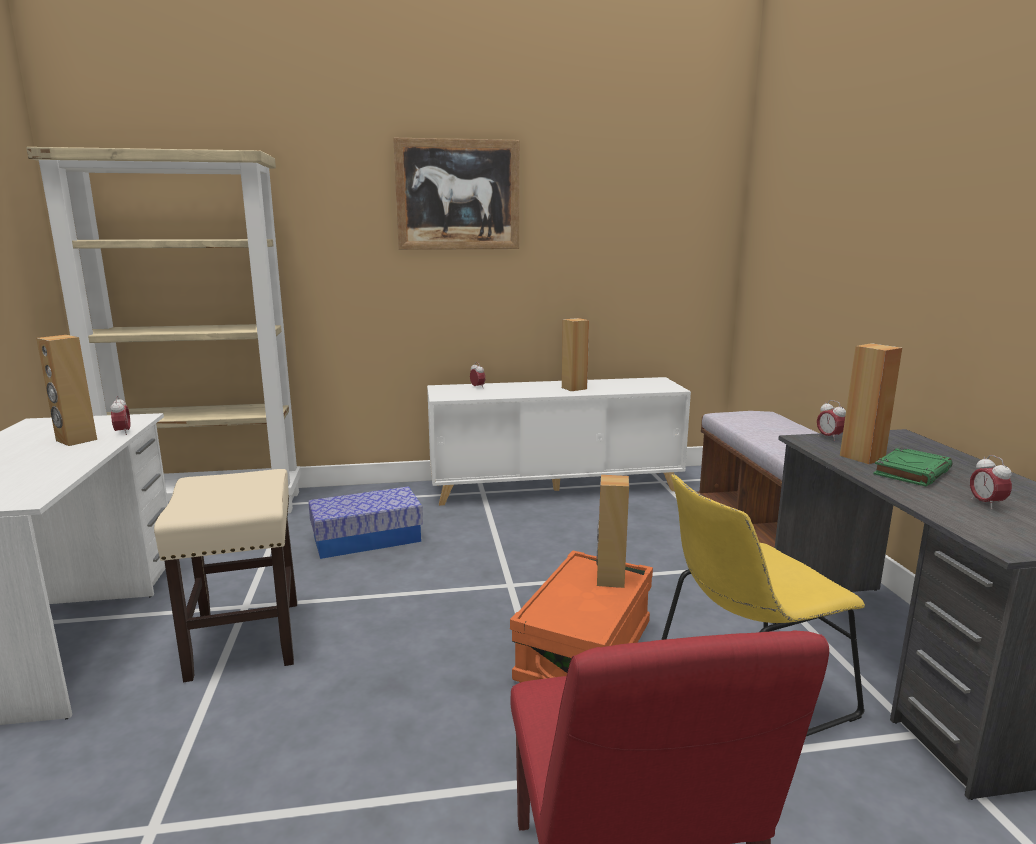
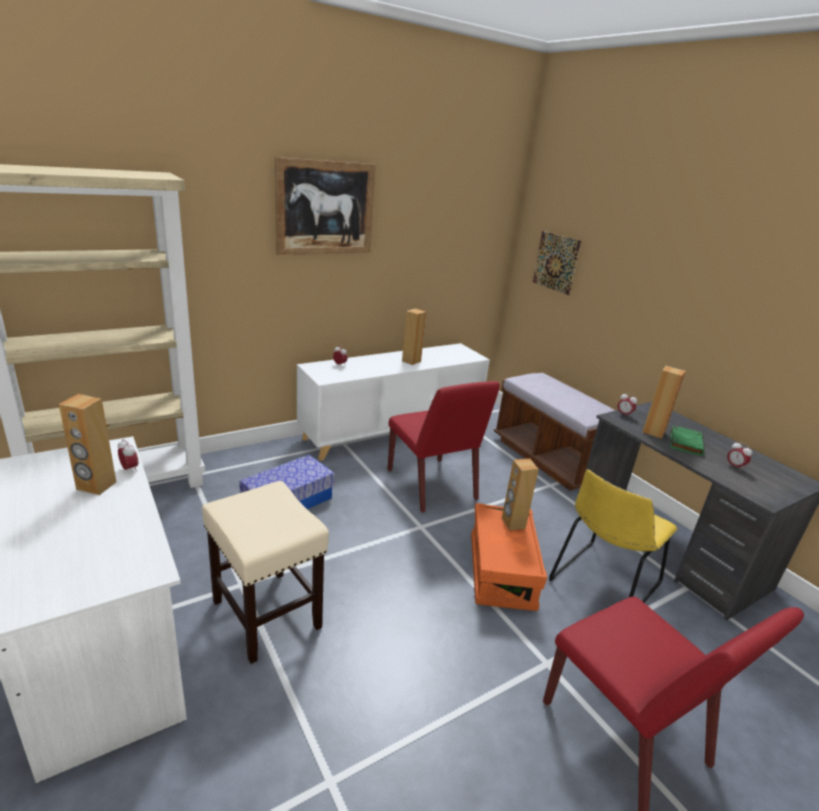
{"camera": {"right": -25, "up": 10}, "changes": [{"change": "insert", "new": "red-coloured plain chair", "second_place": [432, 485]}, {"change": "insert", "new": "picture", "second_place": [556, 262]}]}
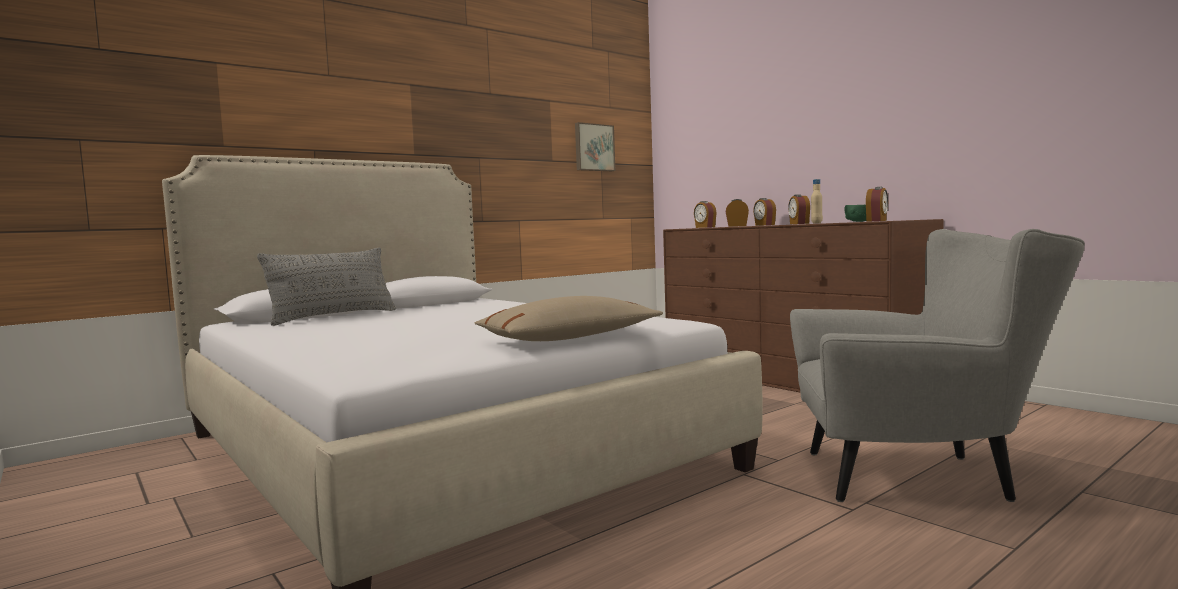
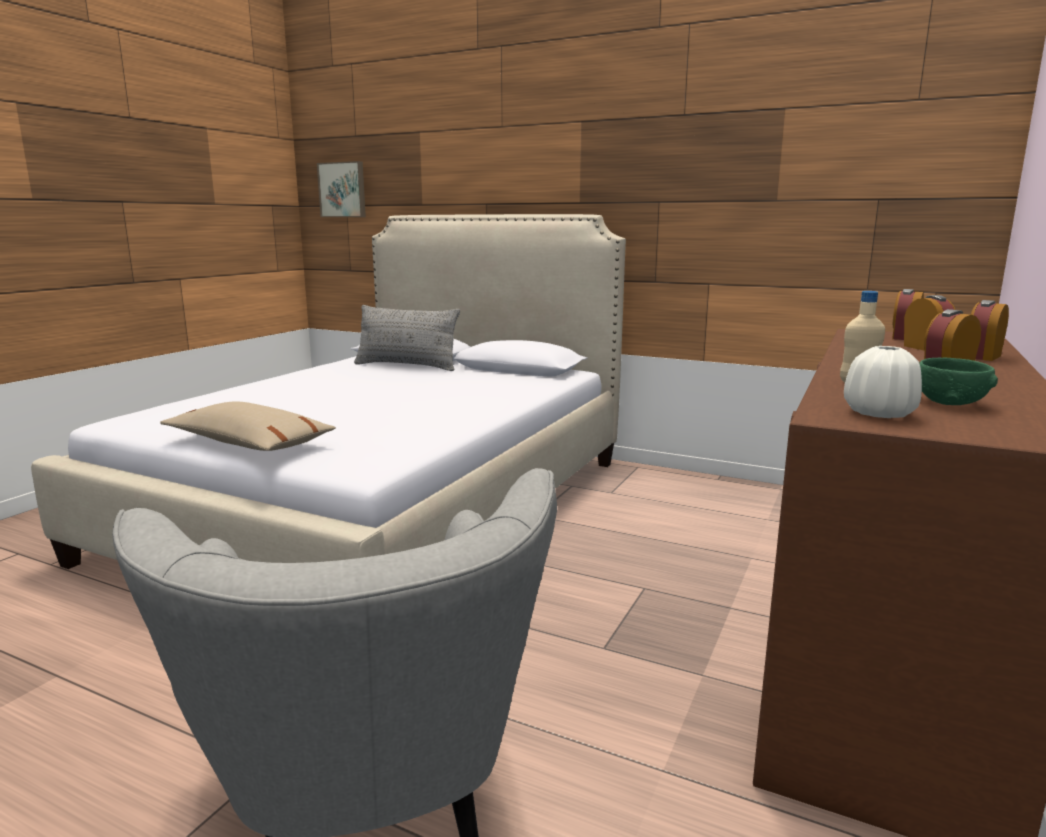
{"camera": {"right": 65, "up": 10}, "changes": [{"change": "move", "old": "picture", "first_place": [593, 147], "second_place": [343, 190]}, {"change": "replace", "old": "bedside clock", "new": "whitish decorative vase", "first_place": [877, 221], "second_place": [879, 413]}]}
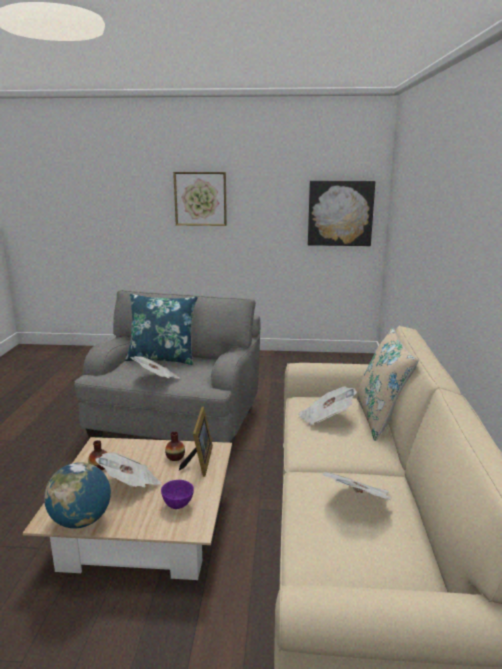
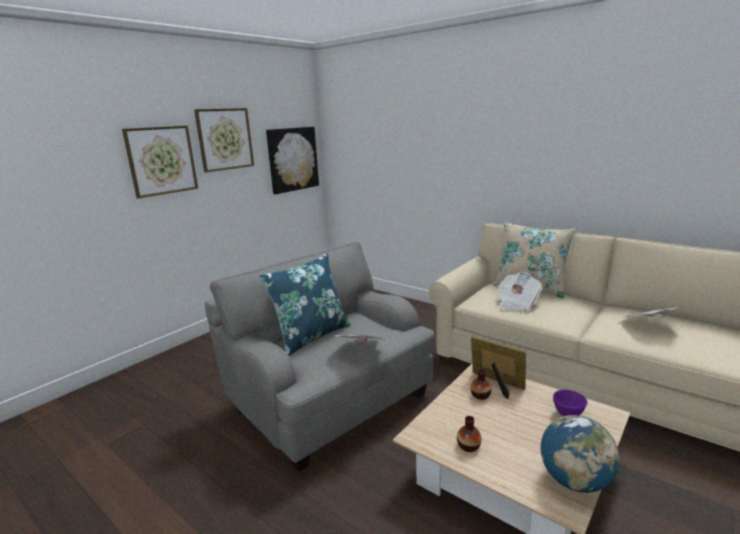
{"camera": {"right": -55, "up": 0}, "changes": [{"change": "insert", "new": "picture", "second_place": [225, 139]}, {"change": "delete", "old": "daily paper", "first_place": [130, 484]}]}
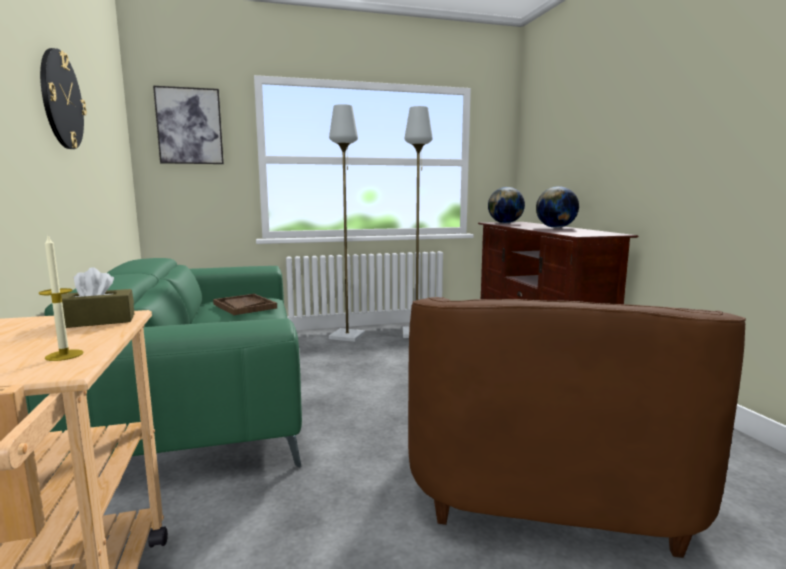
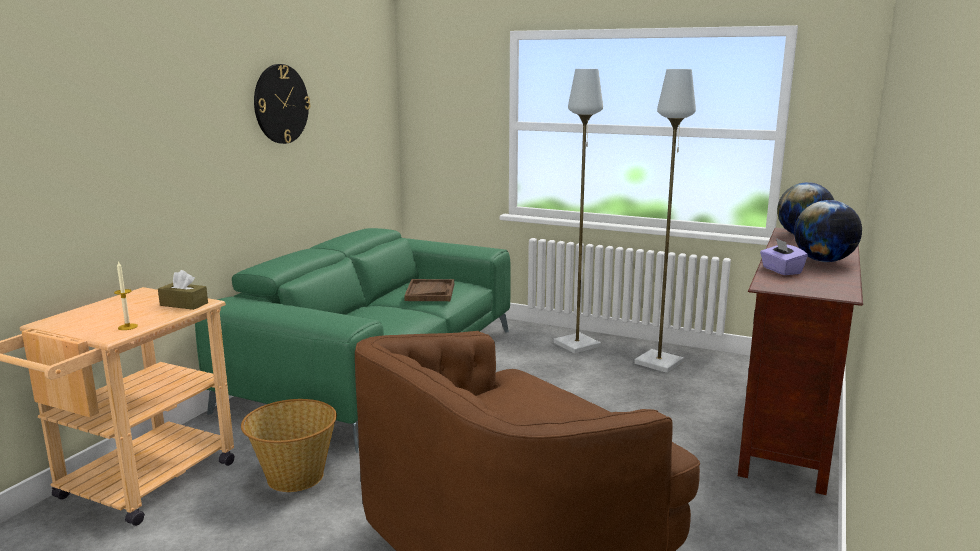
{"camera": {"right": 40, "up": 5}, "changes": [{"change": "insert", "new": "storage basket", "second_place": [294, 477]}, {"change": "insert", "new": "purple-coloured tissue box", "second_place": [781, 270]}, {"change": "delete", "old": "picture", "first_place": [189, 126]}]}
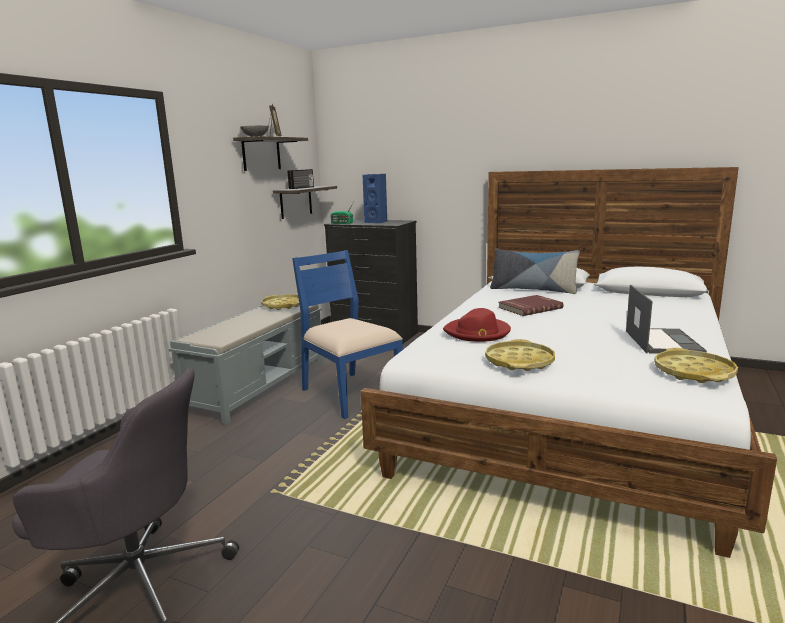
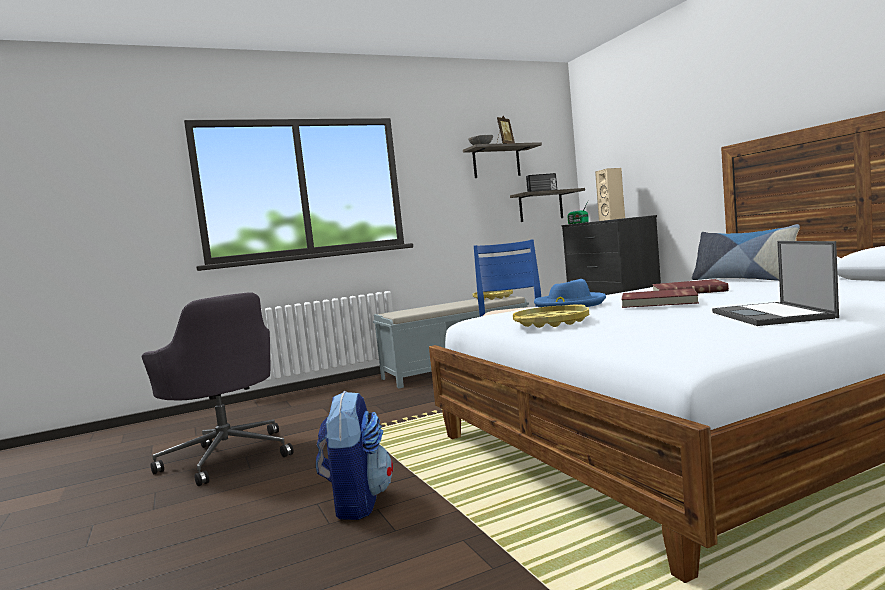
{"camera": {"right": 40, "up": -10}, "changes": [{"change": "insert", "new": "rucksack", "second_place": [357, 502]}, {"change": "recolor", "old": "red-coloured clothing hat", "new": "bluish clothing hat", "first_place": [477, 332], "second_place": [569, 304]}, {"change": "recolor", "old": "bluish loudspeaker", "new": "beige-coloured loudspeaker", "first_place": [377, 222], "second_place": [612, 219]}, {"change": "insert", "new": "red-coloured volume", "second_place": [658, 302]}, {"change": "rotate", "old": "portable computer", "first_place": [662, 341], "second_place": [772, 315], "degrees": 135}, {"change": "delete", "old": "yellow carrying tray", "first_place": [693, 372]}]}
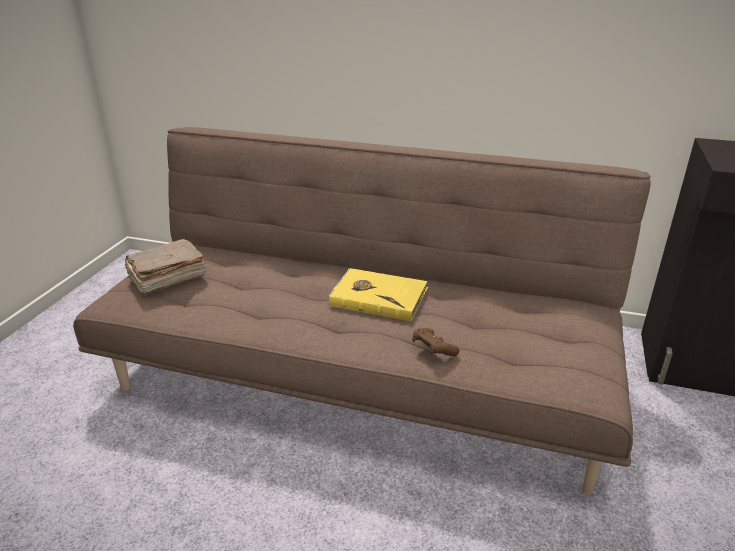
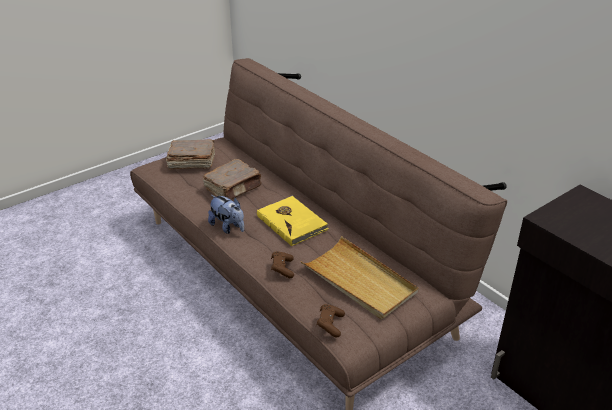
{"camera": {"right": 35, "up": 5}, "changes": [{"change": "insert", "new": "brown volume", "second_place": [233, 188]}, {"change": "insert", "new": "soft toy", "second_place": [228, 227]}, {"change": "insert", "new": "beige-coloured carrying tray", "second_place": [359, 281]}, {"change": "insert", "new": "brown gamepad", "second_place": [330, 325]}]}
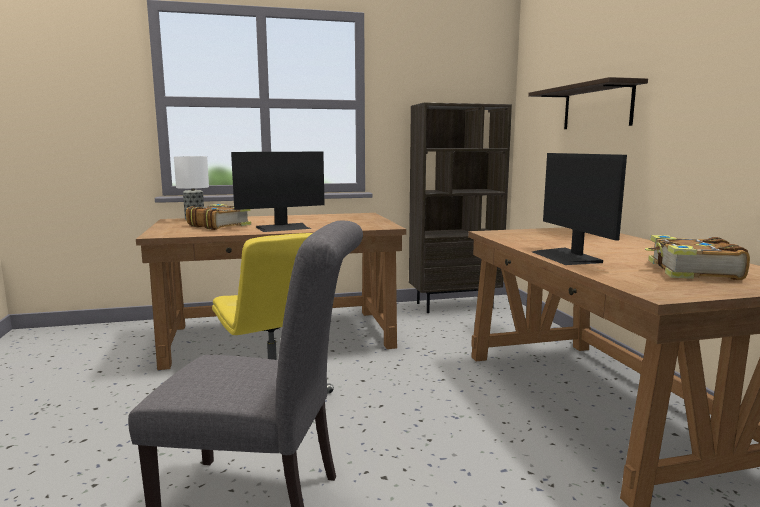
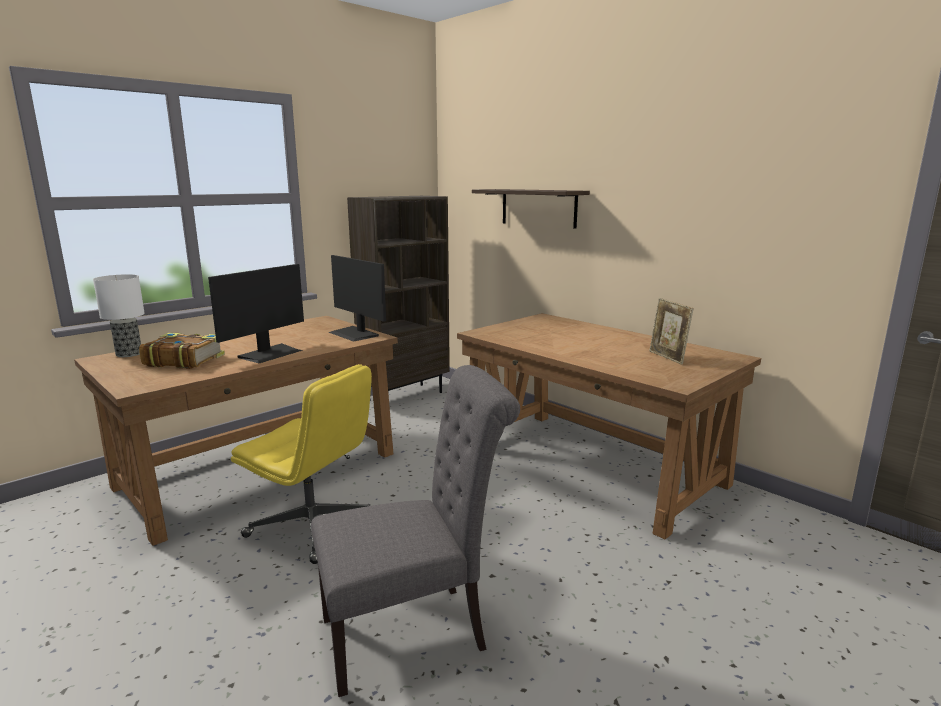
{"camera": {"right": -30, "up": 5}, "changes": [{"change": "move", "old": "computer display", "first_place": [567, 257], "second_place": [354, 334]}, {"change": "replace", "old": "volume", "new": "photo frame", "first_place": [692, 271], "second_place": [667, 357]}]}
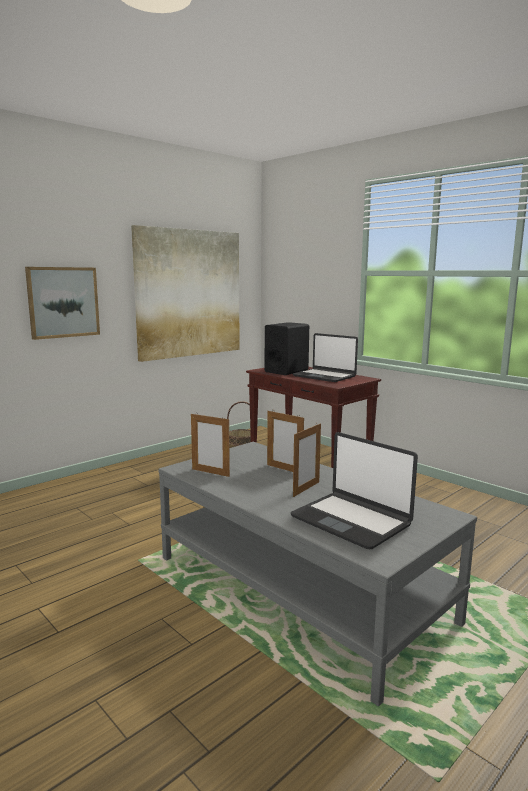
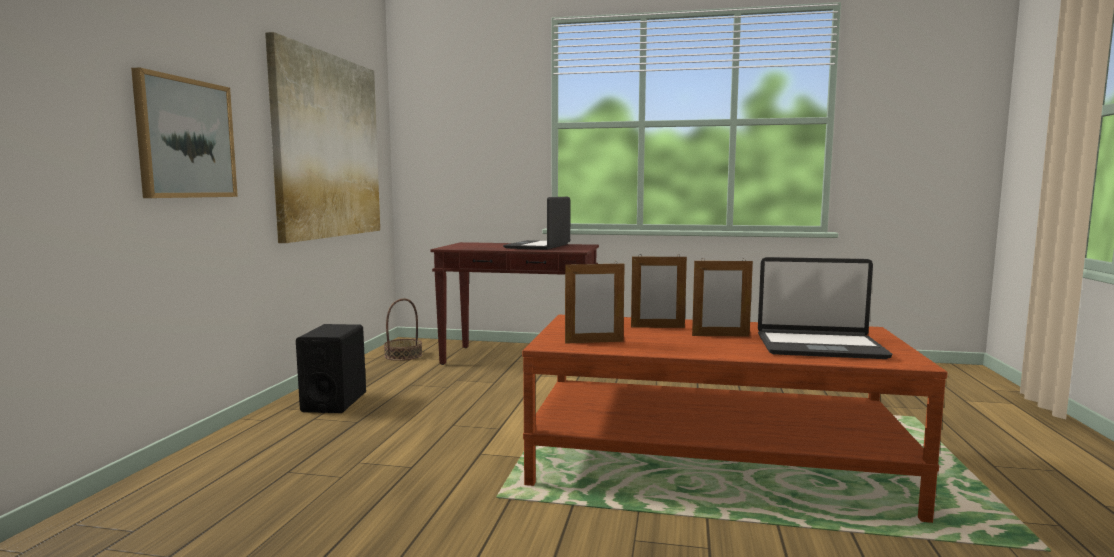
{"camera": {"right": -35, "up": -5}, "changes": [{"change": "move", "old": "black-coloured loudspeaker", "first_place": [286, 371], "second_place": [334, 402]}, {"change": "rotate", "old": "portable computer", "first_place": [324, 376], "second_place": [538, 246], "degrees": 105}, {"change": "recolor", "old": "greyish lounge table", "new": "brown lounge table", "first_place": [299, 588], "second_place": [713, 464]}, {"change": "rotate", "old": "photo frame", "first_place": [306, 489], "second_place": [720, 336], "degrees": 90}]}
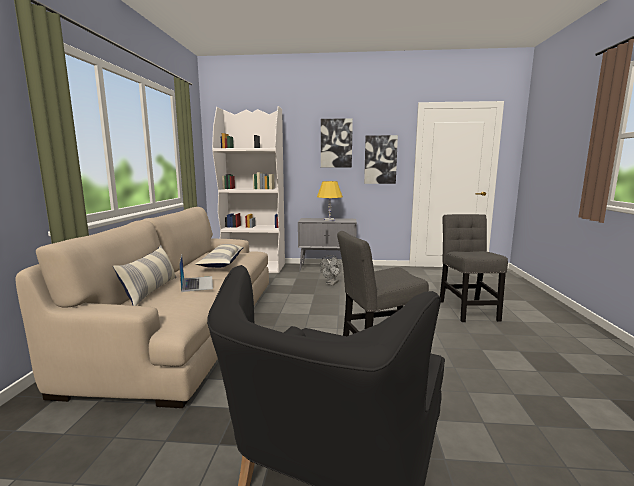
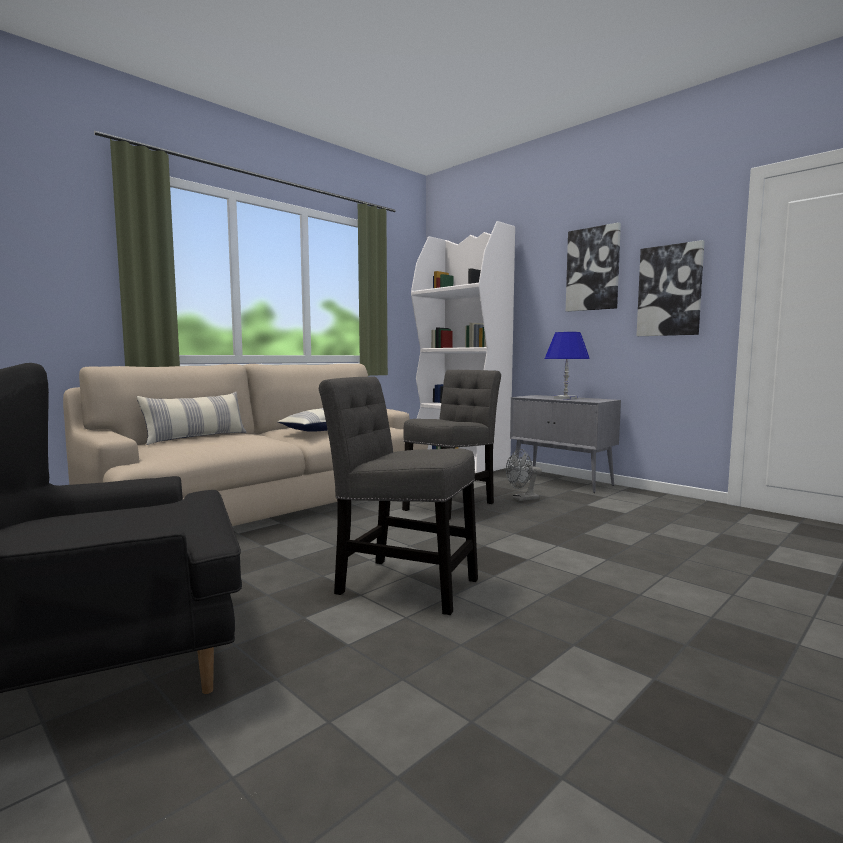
{"camera": {"right": 40, "up": -5}, "changes": [{"change": "move", "old": "greyish plain chair", "first_place": [467, 309], "second_place": [451, 505]}, {"change": "recolor", "old": "yellow table lamp", "new": "bluish table lamp", "first_place": [329, 220], "second_place": [565, 398]}, {"change": "delete", "old": "portable computer", "first_place": [197, 283]}]}
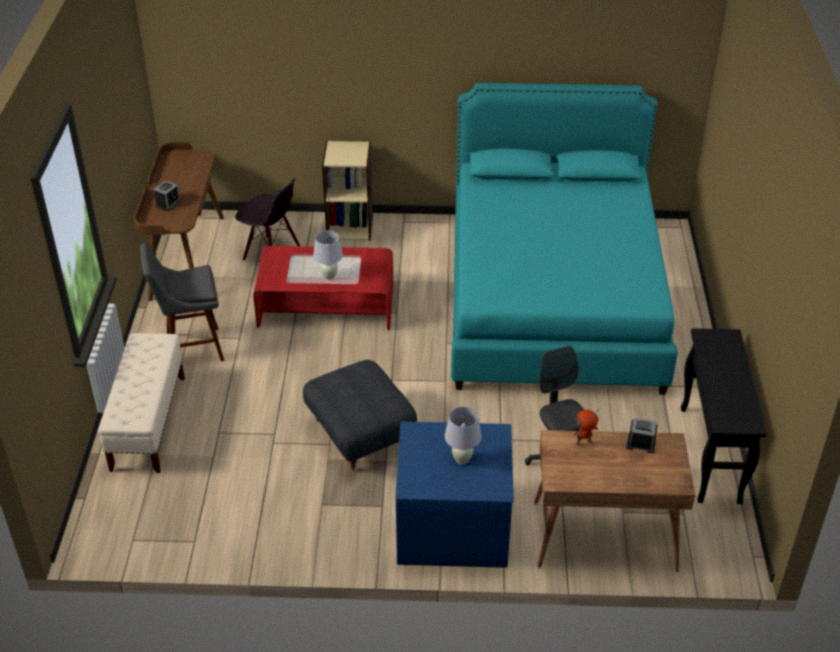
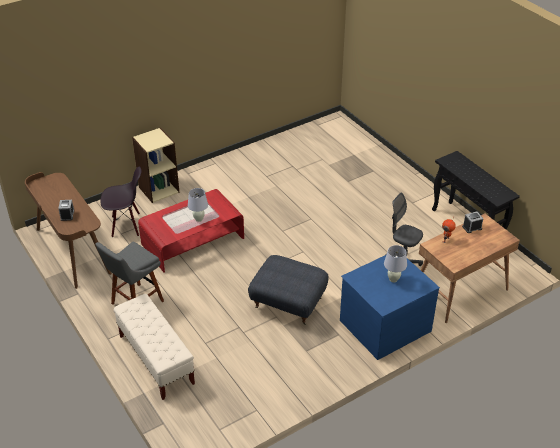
{"camera": {"right": -35, "up": 0}, "changes": [{"change": "delete", "old": "turquoise bed", "first_place": [552, 299]}]}
